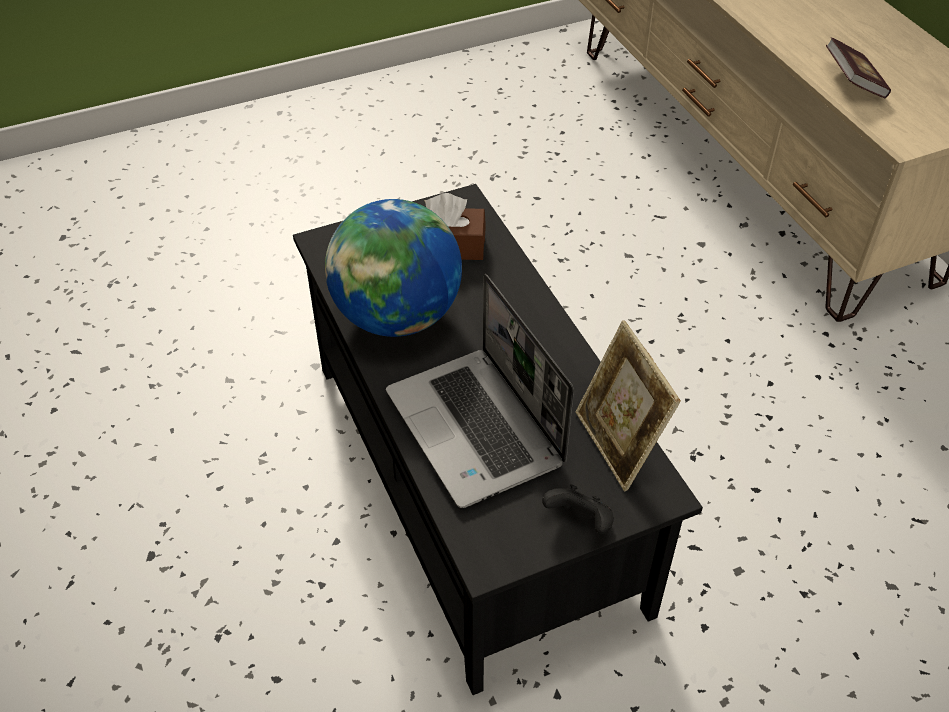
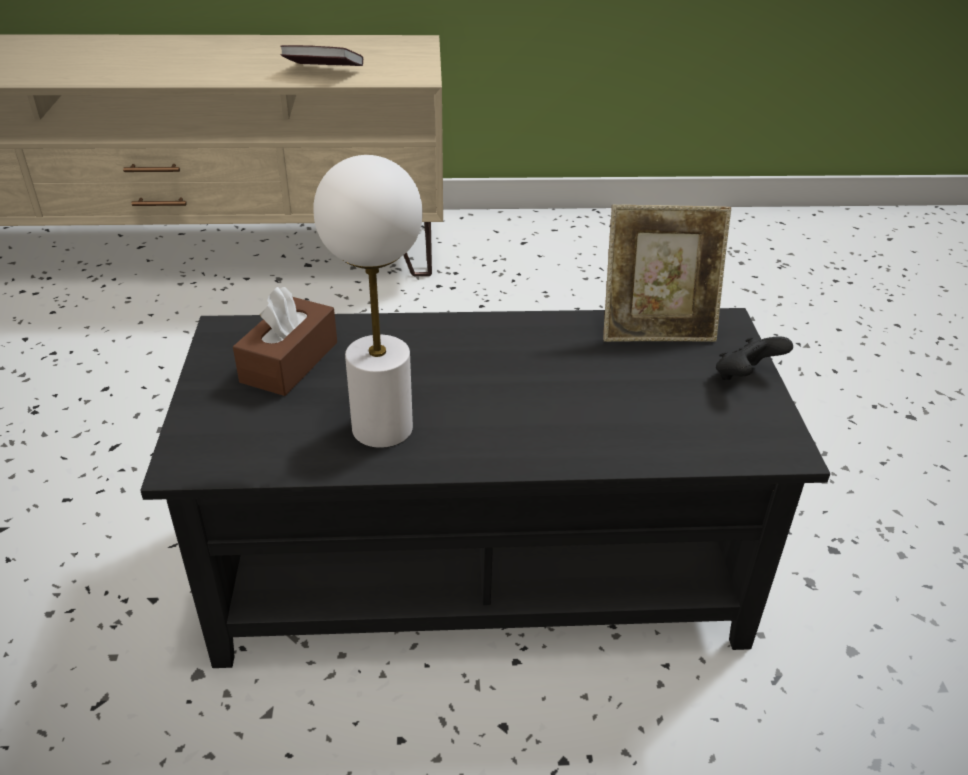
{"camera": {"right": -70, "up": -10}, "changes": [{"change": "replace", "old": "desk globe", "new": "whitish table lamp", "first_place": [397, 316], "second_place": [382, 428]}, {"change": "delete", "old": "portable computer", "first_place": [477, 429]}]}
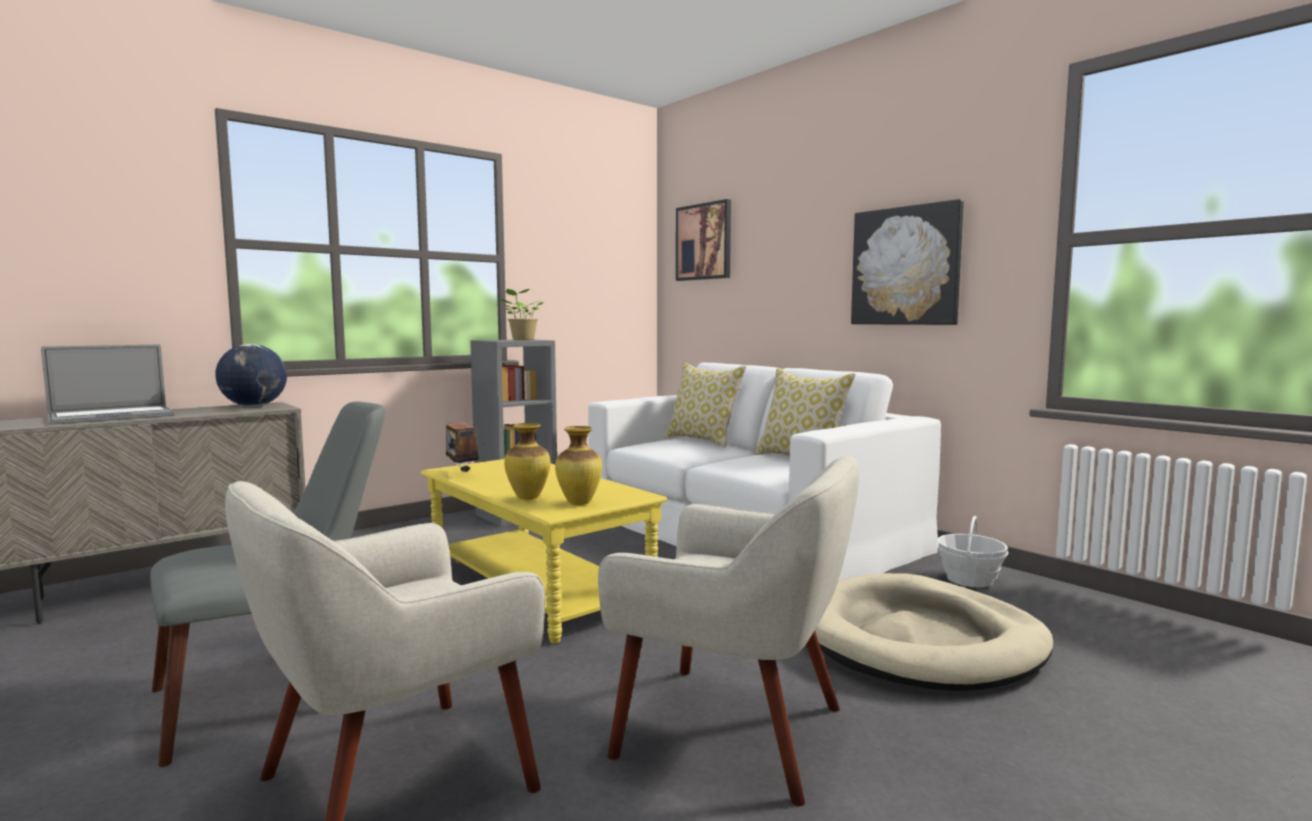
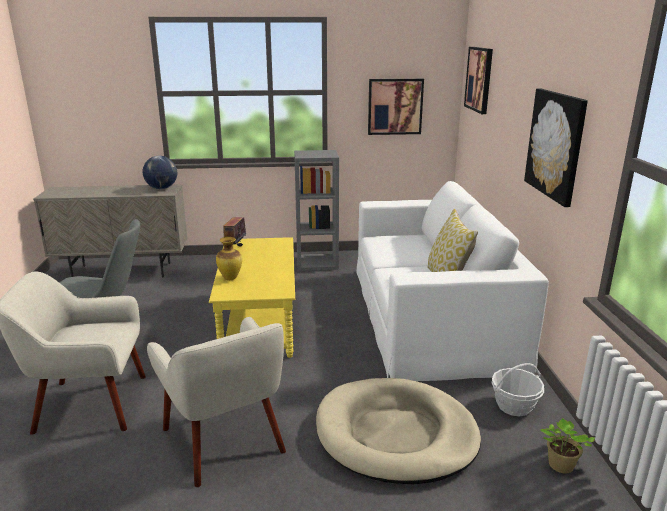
{"camera": {"right": 35, "up": 15}, "changes": [{"change": "insert", "new": "picture", "second_place": [395, 106]}, {"change": "move", "old": "houseplant", "first_place": [522, 340], "second_place": [559, 466]}, {"change": "delete", "old": "portable computer", "first_place": [112, 416]}, {"change": "delete", "old": "decorative vase", "first_place": [580, 503]}, {"change": "delete", "old": "throw pillow", "first_place": [703, 441]}]}
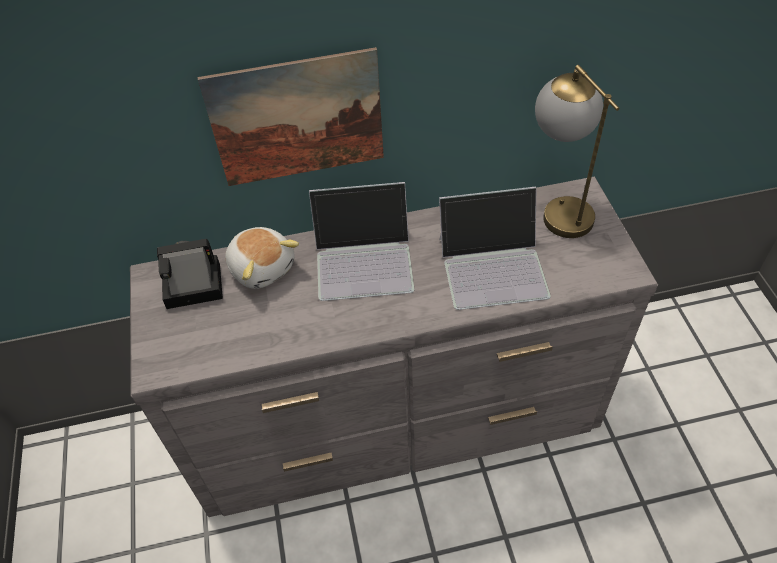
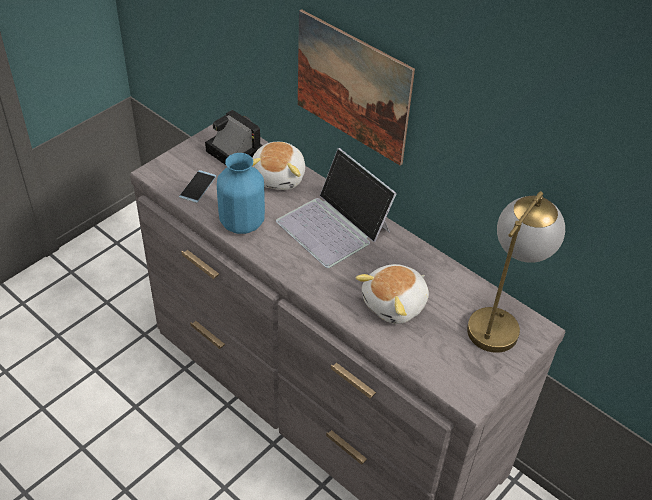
{"camera": {"right": 50, "up": -5}, "changes": [{"change": "insert", "new": "handset", "second_place": [198, 187]}, {"change": "insert", "new": "bluish decorative vase", "second_place": [241, 223]}, {"change": "replace", "old": "portable computer", "new": "soft toy", "first_place": [493, 266], "second_place": [395, 304]}]}
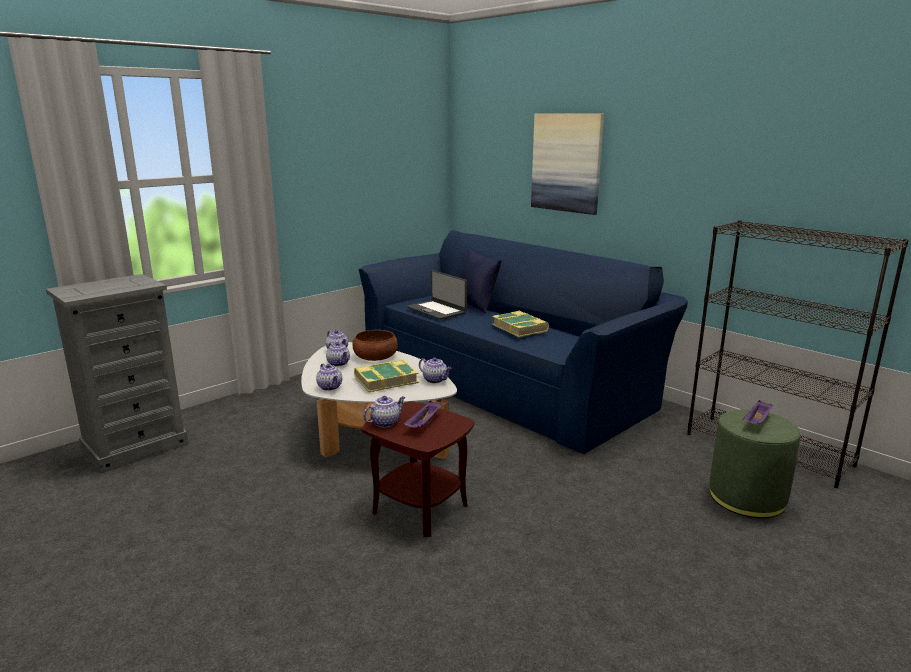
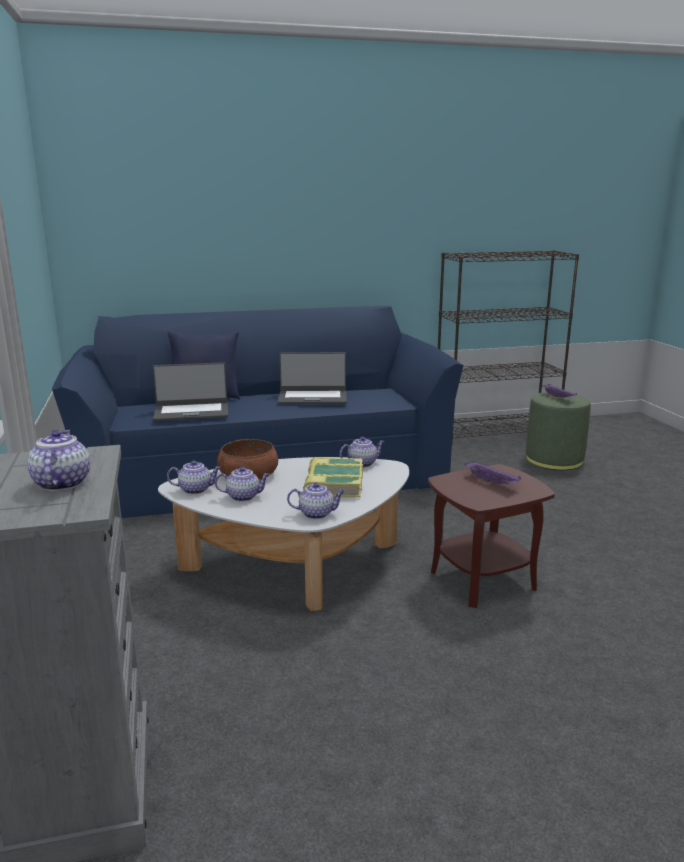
{"camera": {"right": -60, "up": 0}, "changes": [{"change": "move", "old": "pot for tea", "first_place": [385, 422], "second_place": [61, 483]}, {"change": "replace", "old": "volume", "new": "portable computer", "first_place": [520, 328], "second_place": [312, 398]}, {"change": "delete", "old": "picture", "first_place": [566, 163]}]}
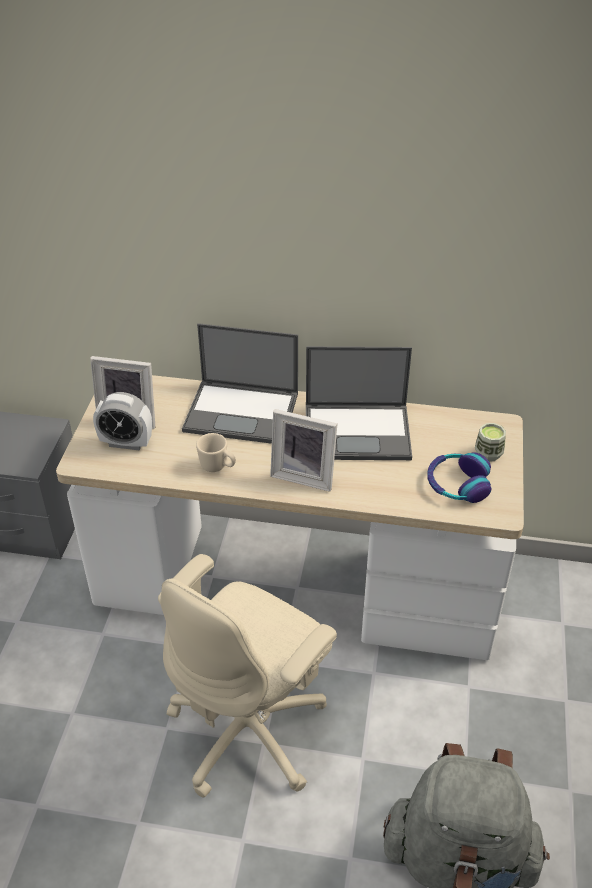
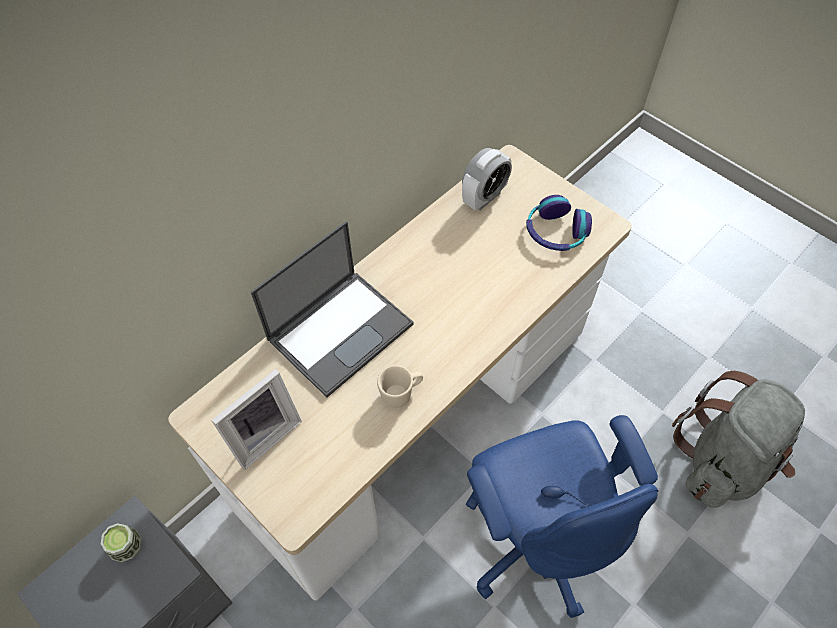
{"camera": {"right": -55, "up": 15}, "changes": [{"change": "move", "old": "cup", "first_place": [488, 453], "second_place": [127, 547]}, {"change": "move", "old": "bedside clock", "first_place": [126, 443], "second_place": [484, 197]}, {"change": "recolor", "old": "beige-coloured desk chair", "new": "bluish desk chair", "first_place": [250, 729], "second_place": [537, 538]}, {"change": "delete", "old": "photo frame", "first_place": [304, 475]}, {"change": "delete", "old": "portable computer", "first_place": [358, 431]}]}
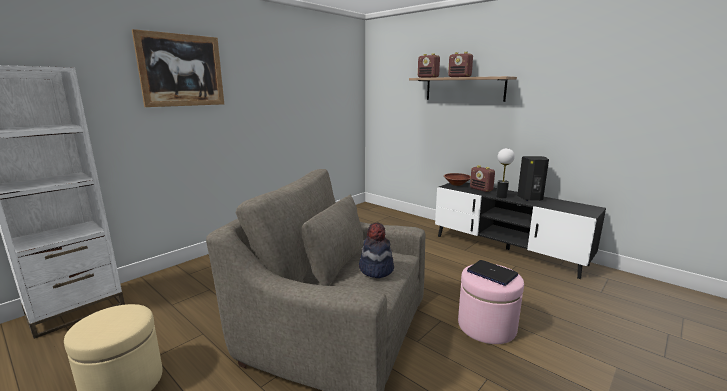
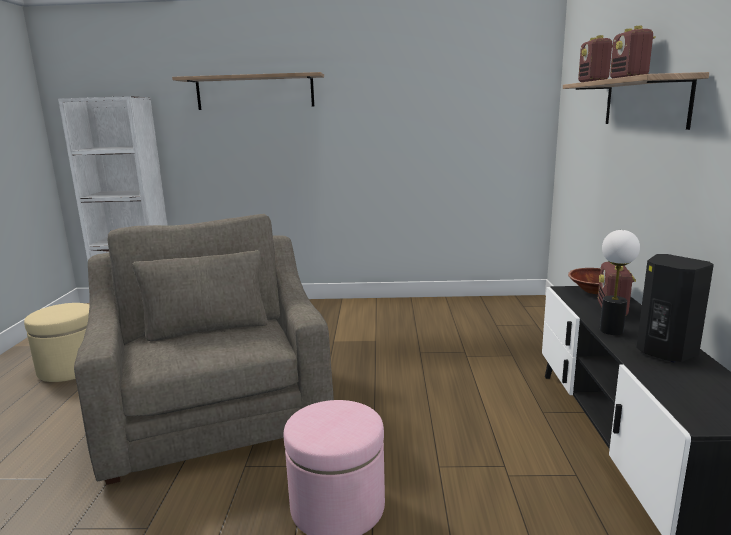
{"camera": {"right": 50, "up": 0}, "changes": [{"change": "replace", "old": "picture", "new": "bracket shelf", "first_place": [182, 70], "second_place": [255, 92]}, {"change": "delete", "old": "clothing hat", "first_place": [376, 269]}, {"change": "delete", "old": "portable computer", "first_place": [491, 273]}]}
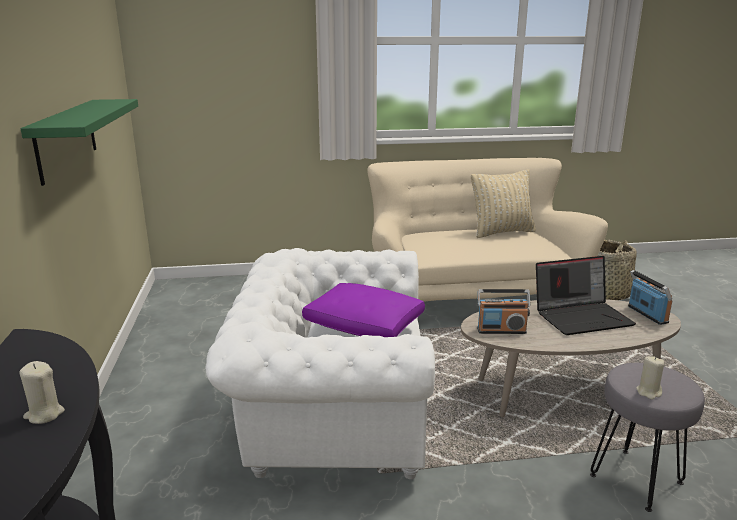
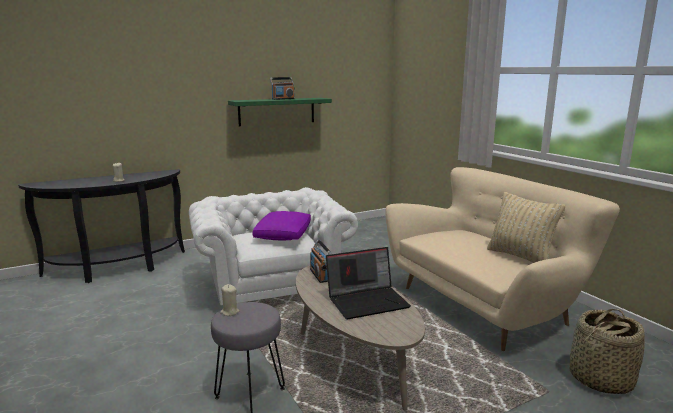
{"camera": {"right": 70, "up": -5}, "changes": [{"change": "move", "old": "radio receiver", "first_place": [647, 314], "second_place": [283, 99]}, {"change": "rotate", "old": "portable computer", "first_place": [582, 316], "second_place": [368, 301], "degrees": -75}]}
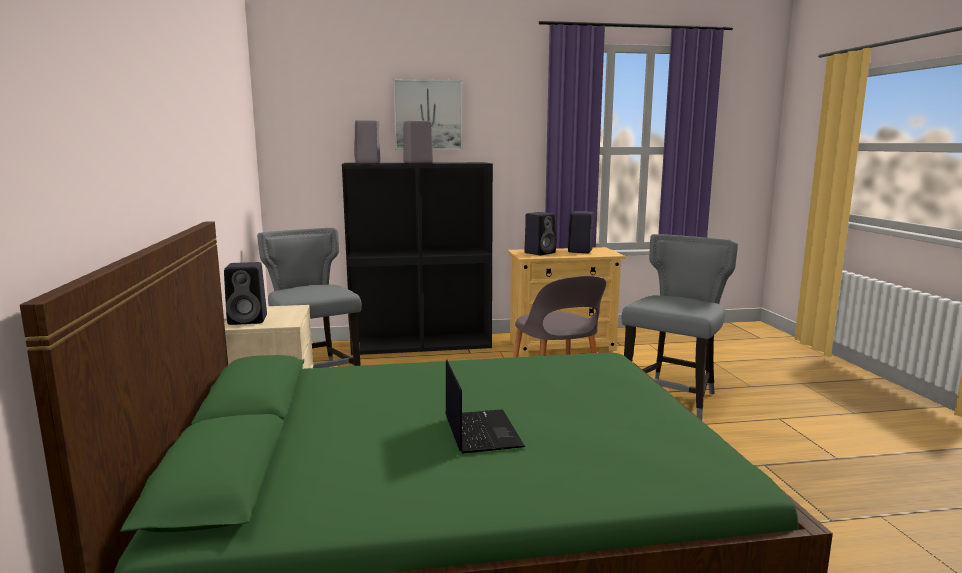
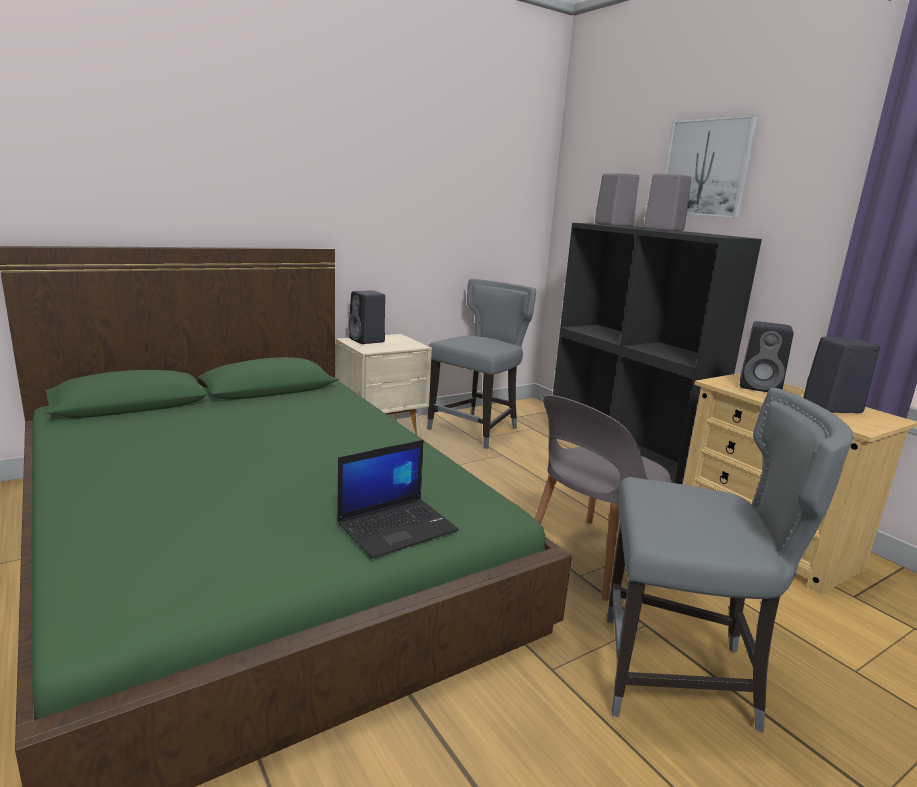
{"camera": {"right": 65, "up": 5}, "changes": [{"change": "move", "old": "portable computer", "first_place": [481, 431], "second_place": [398, 527]}]}
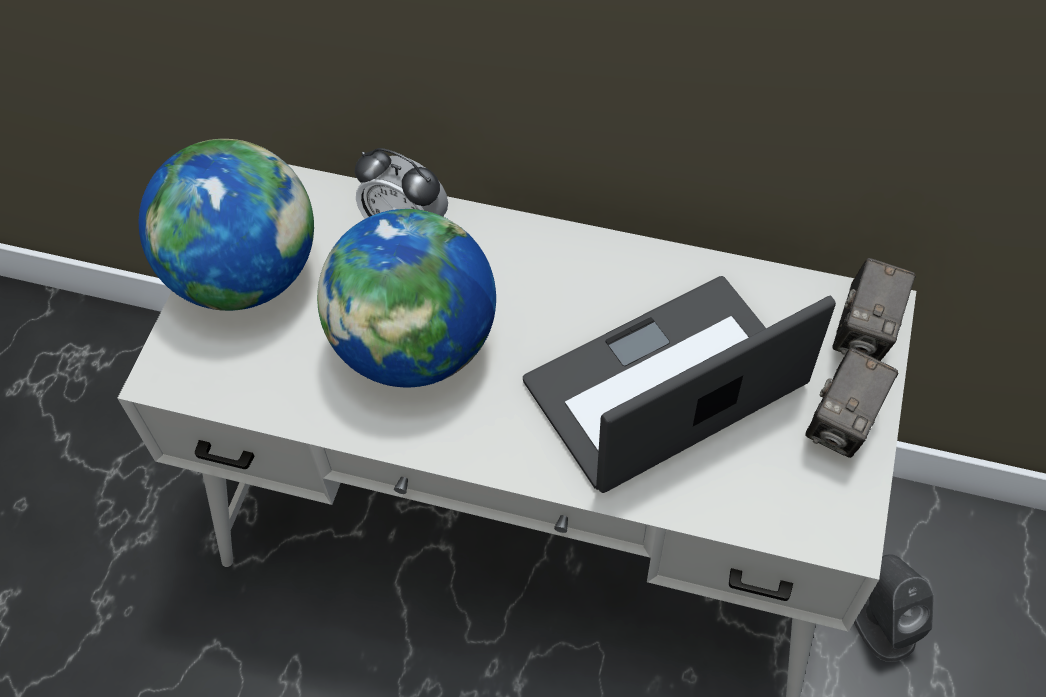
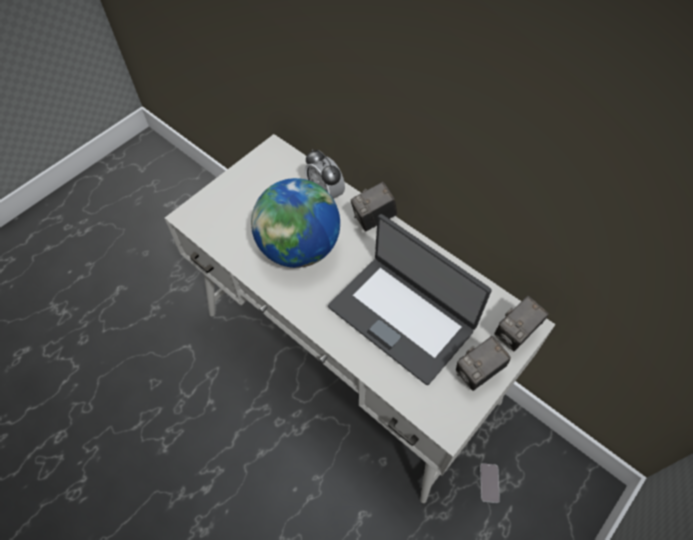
{"camera": {"right": 25, "up": 0}, "changes": [{"change": "rotate", "old": "portable computer", "first_place": [666, 387], "second_place": [402, 317], "degrees": -135}, {"change": "insert", "new": "still camera", "second_place": [373, 219]}, {"change": "replace", "old": "greyish loudspeaker", "new": "handset", "first_place": [882, 623], "second_place": [489, 483]}, {"change": "delete", "old": "desk globe", "first_place": [245, 274]}]}
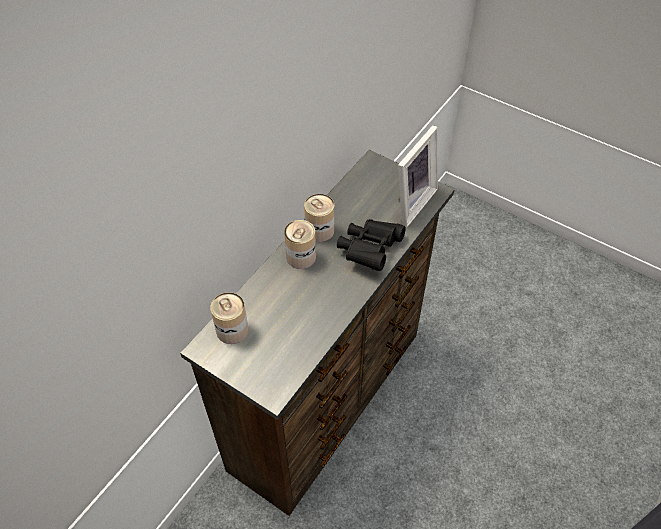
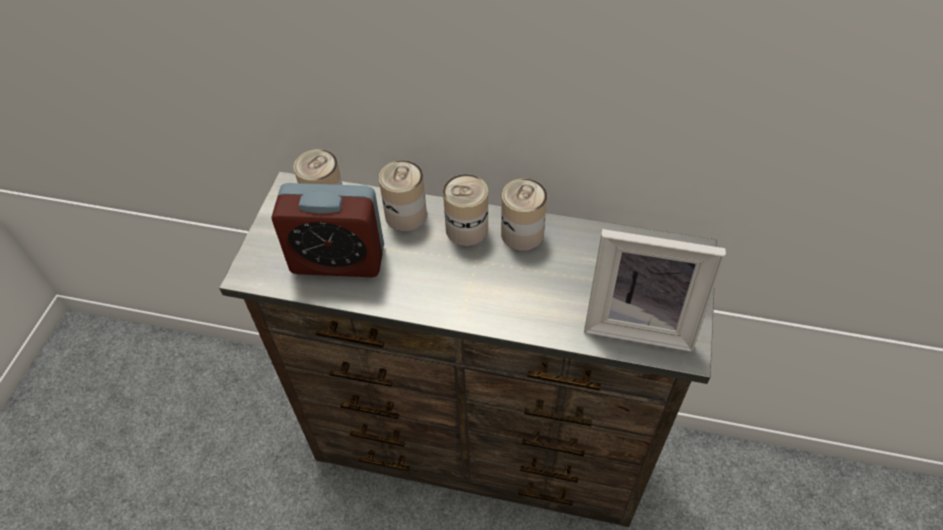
{"camera": {"right": 70, "up": 0}, "changes": [{"change": "insert", "new": "bedside clock", "second_place": [338, 260]}, {"change": "insert", "new": "can", "second_place": [406, 215]}, {"change": "delete", "old": "black-coloured binoculars", "first_place": [369, 250]}]}
